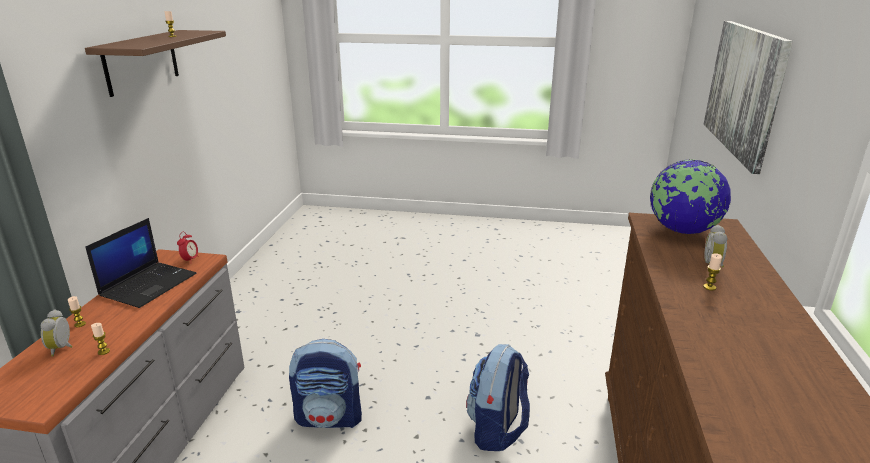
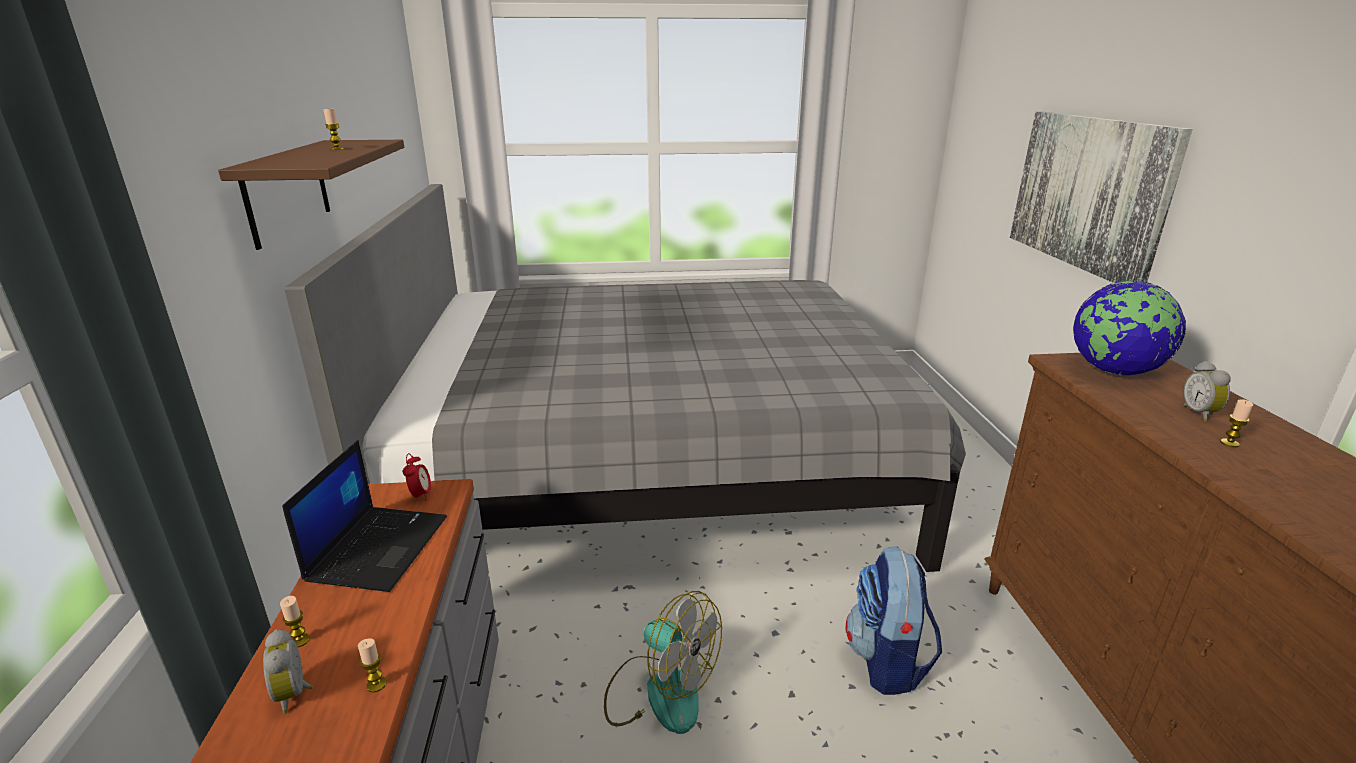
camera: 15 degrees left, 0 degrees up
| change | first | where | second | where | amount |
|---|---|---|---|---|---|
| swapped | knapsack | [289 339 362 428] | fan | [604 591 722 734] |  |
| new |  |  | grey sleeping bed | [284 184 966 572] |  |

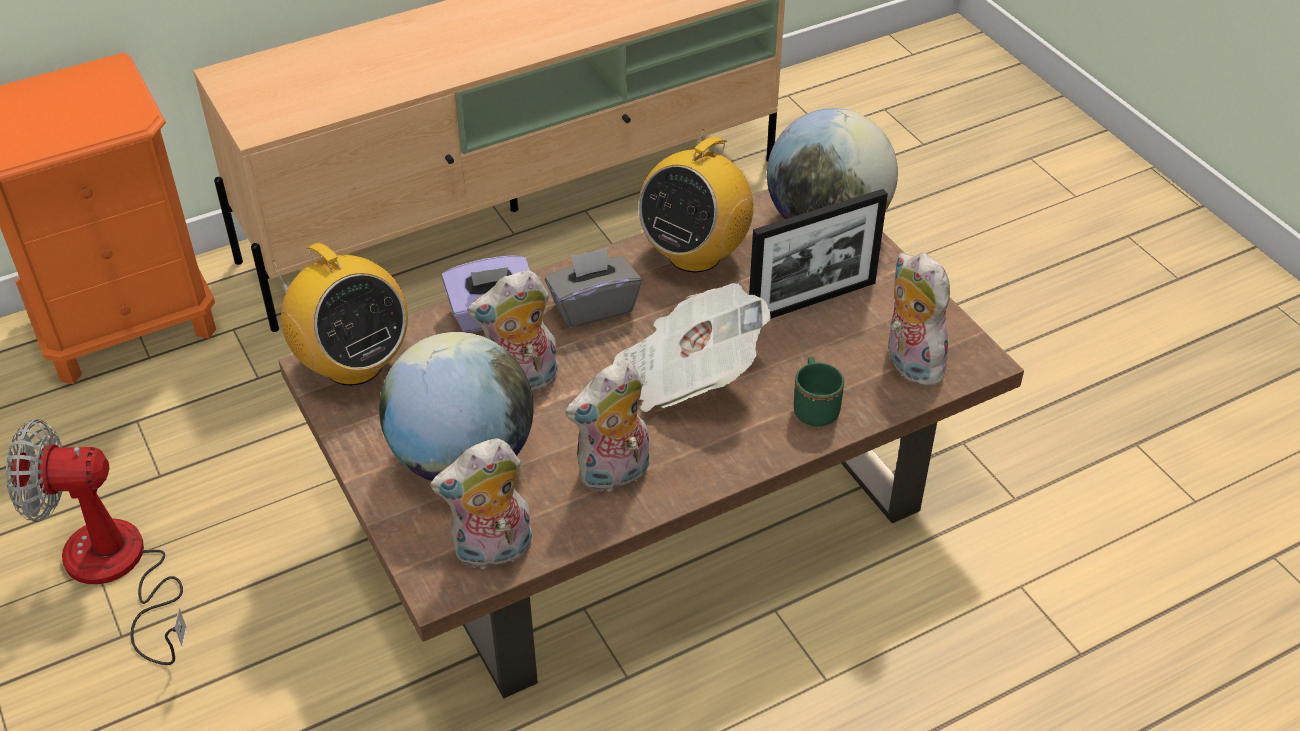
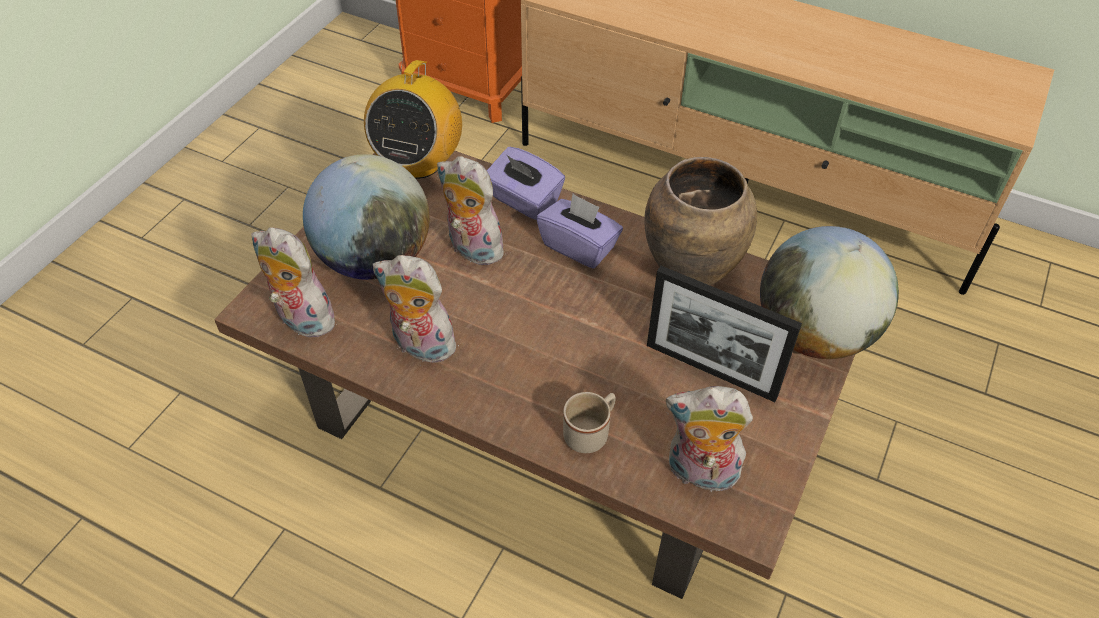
camera: 55 degrees right, 5 degrees up
| change | first | where | second | where | amount |
|---|---|---|---|---|---|
| swapped | radio set | [638 129 753 273] | brown flower vase | [644 157 757 285] |  |
| repainted | grey box of tissues | [545 248 642 328] | purple box of tissues | [537 193 623 269] |  |
| rotated | soft toy | [889 252 951 386] |  | [666 386 753 492] | 105 degrees counterclockwise |
| gone | daily paper | [613 283 771 412] |  |  |  |
| repainted | green coffee mug | [794 357 844 426] | beige coffee mug | [563 392 616 453] |  |
| gone | fan | [6 419 187 665] |  |  |  |

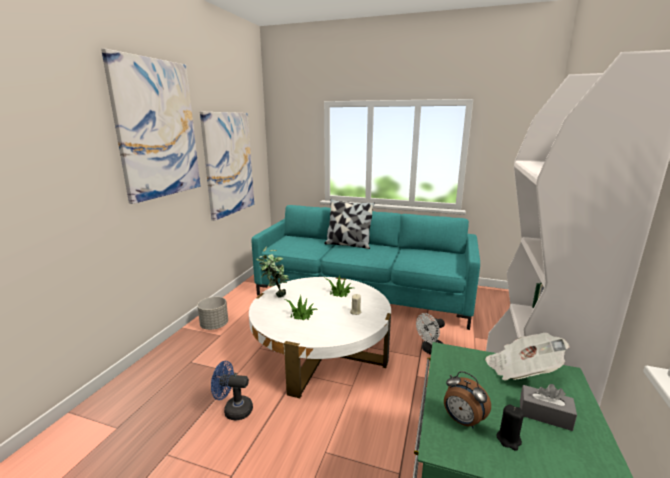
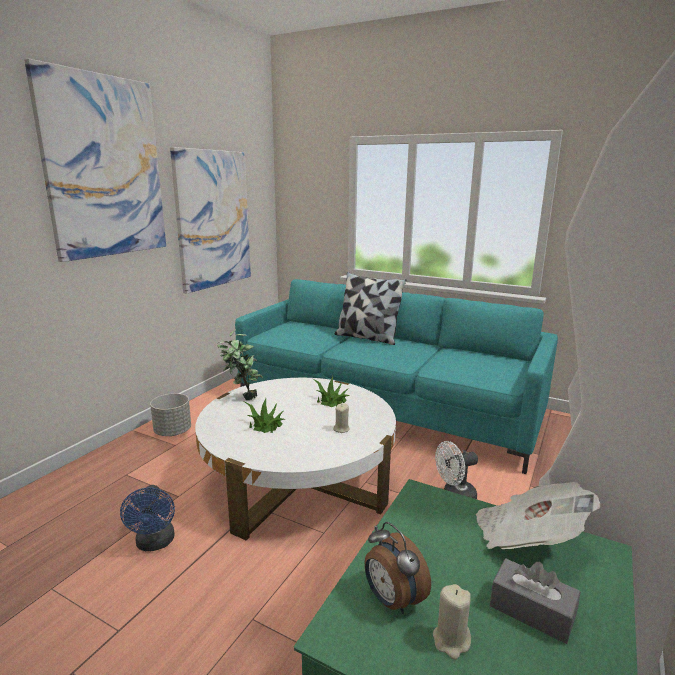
camera: 10 degrees right, 0 degrees up
| change | first | where | second | where | amount |
|---|---|---|---|---|---|
| rotated | blue fan | [211 361 253 420] |  | [120 485 175 551] | 120 degrees counterclockwise |
| repainted | black-coloured candle | [497 404 524 451] | beige candle | [433 584 471 660] |  |

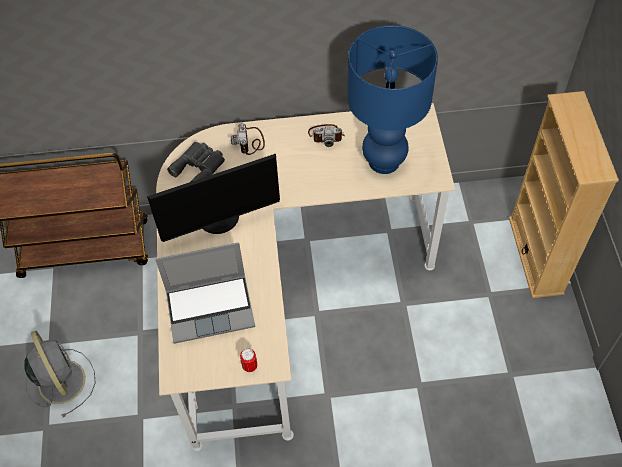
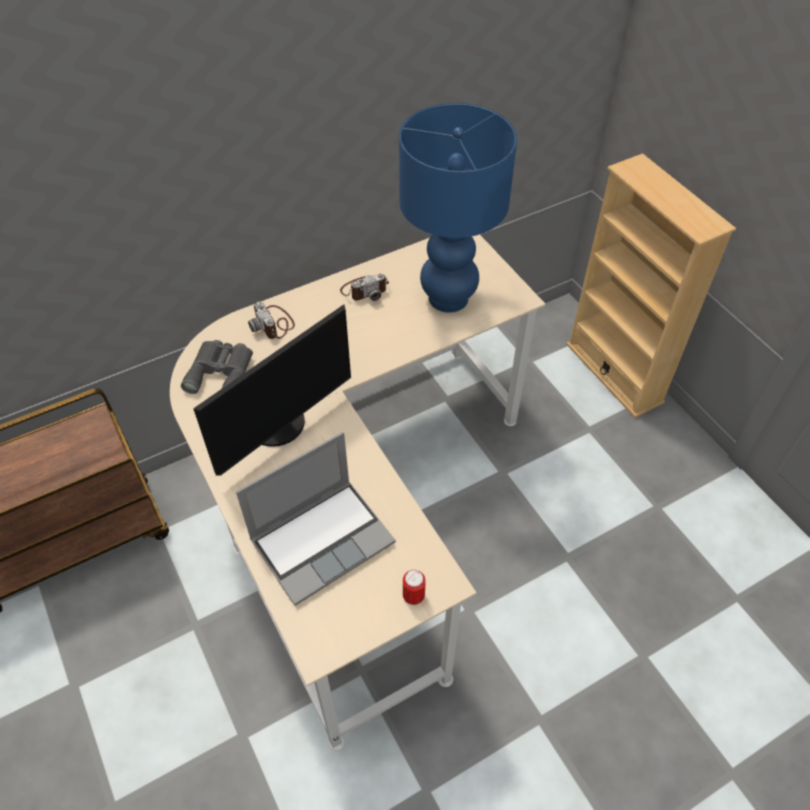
camera: 25 degrees left, 5 degrees down
| change | first | where | second | where | amount |
|---|---|---|---|---|---|
| gone | grey fan | [24 330 96 418] |  |  |  |

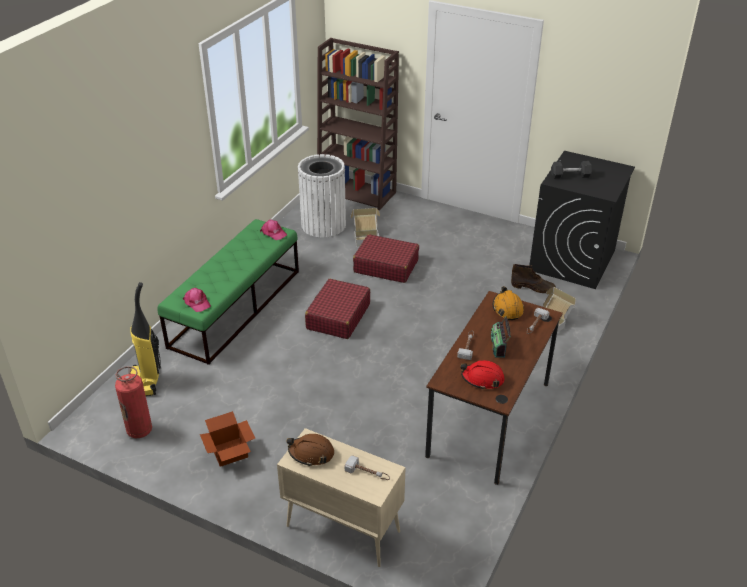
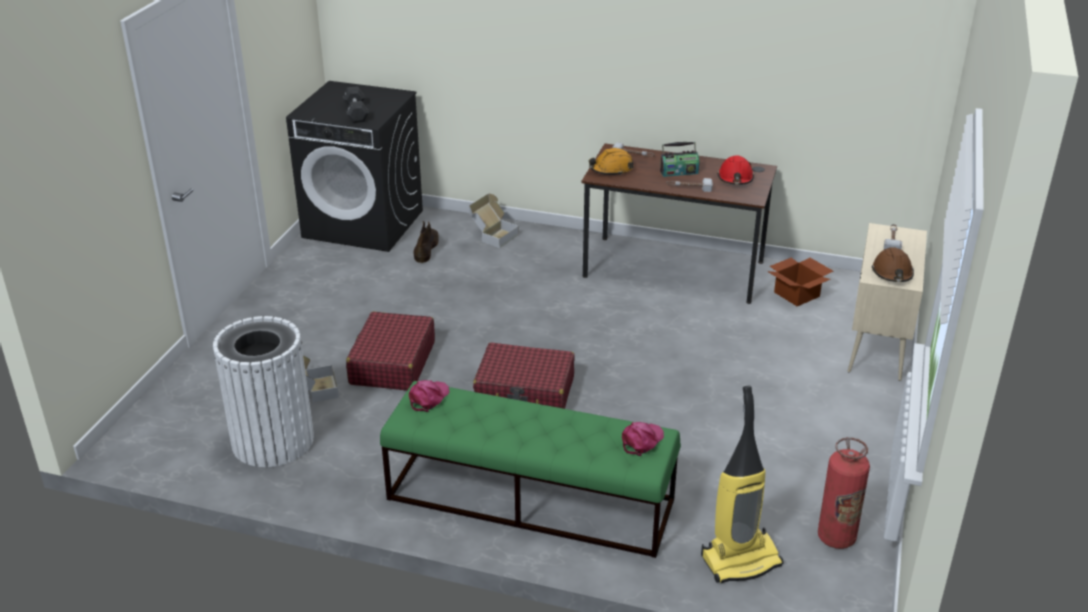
camera: 100 degrees left, 5 degrees down
| change | first | where | second | where | amount |
|---|---|---|---|---|---|
| gone | brown bookshelf | [317 38 399 210] |  |  |  |
| shifted | carton | [200 411 255 467] |  | [767 258 833 306] |  |

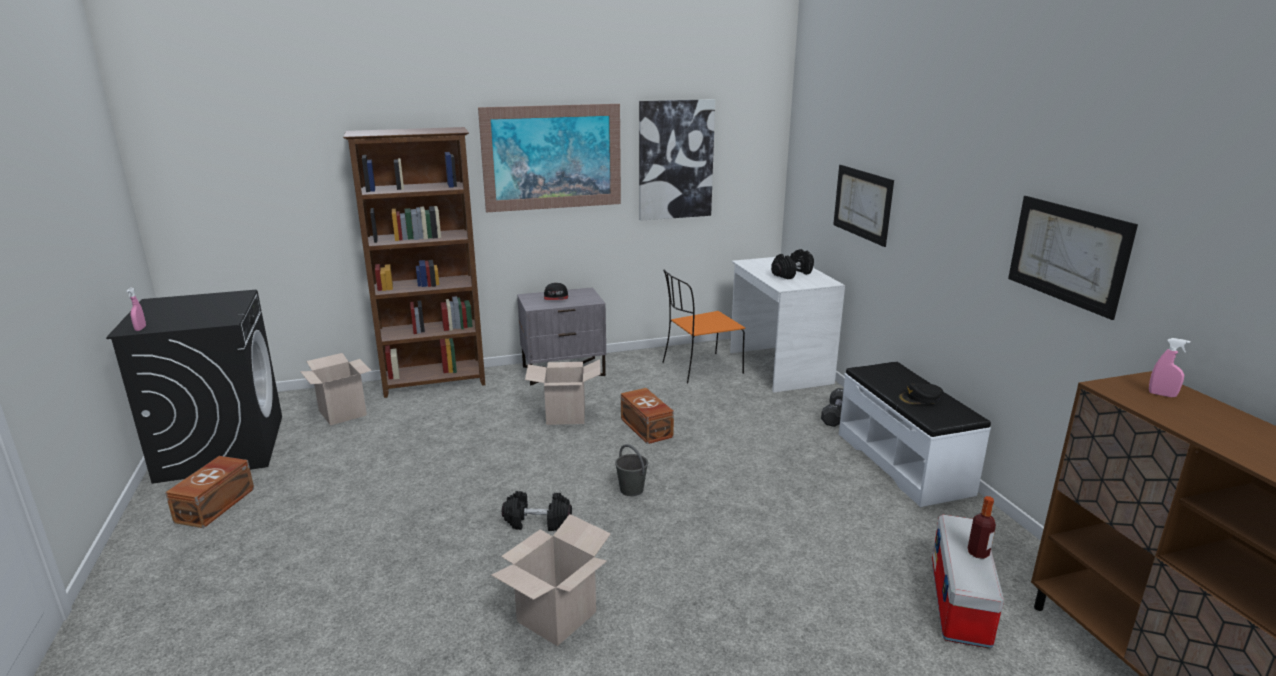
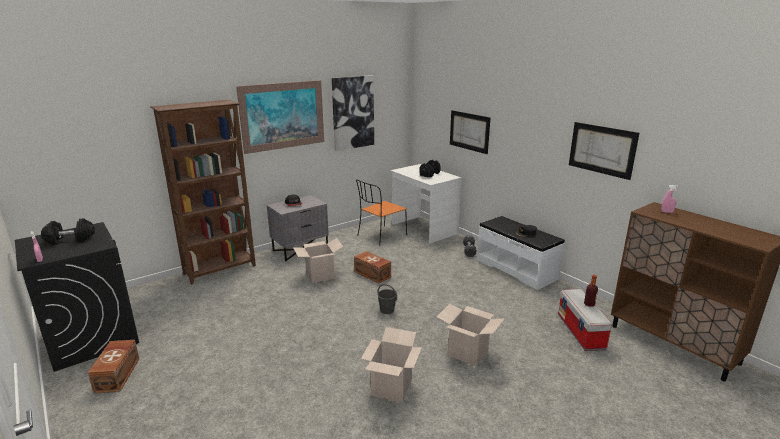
camera: 20 degrees left, 0 degrees up
| change | first | where | second | where | amount |
|---|---|---|---|---|---|
| shifted | carton | [300 353 372 426] |  | [437 304 505 367] |  |
| shifted | black-coloured free weight | [502 491 572 531] |  | [41 218 95 245] |  |

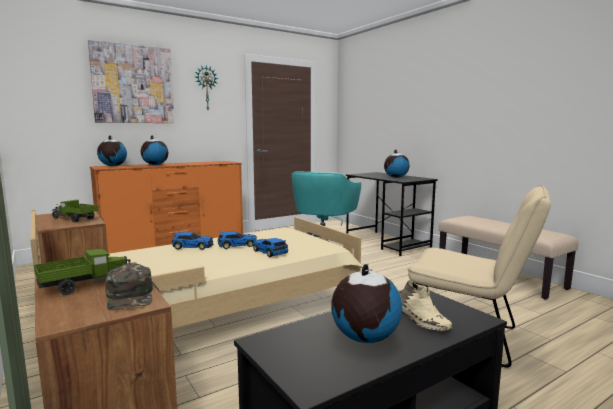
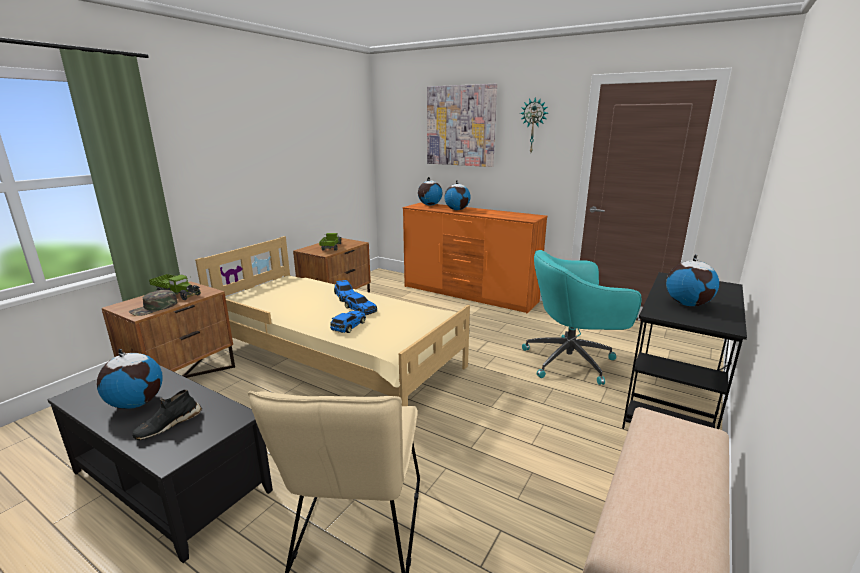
camera: 65 degrees right, 10 degrees up
| change | first | where | second | where | amount |
|---|---|---|---|---|---|
| repainted | beige item of footwear | [400 280 452 330] | black-coloured item of footwear | [132 390 202 440] |  |

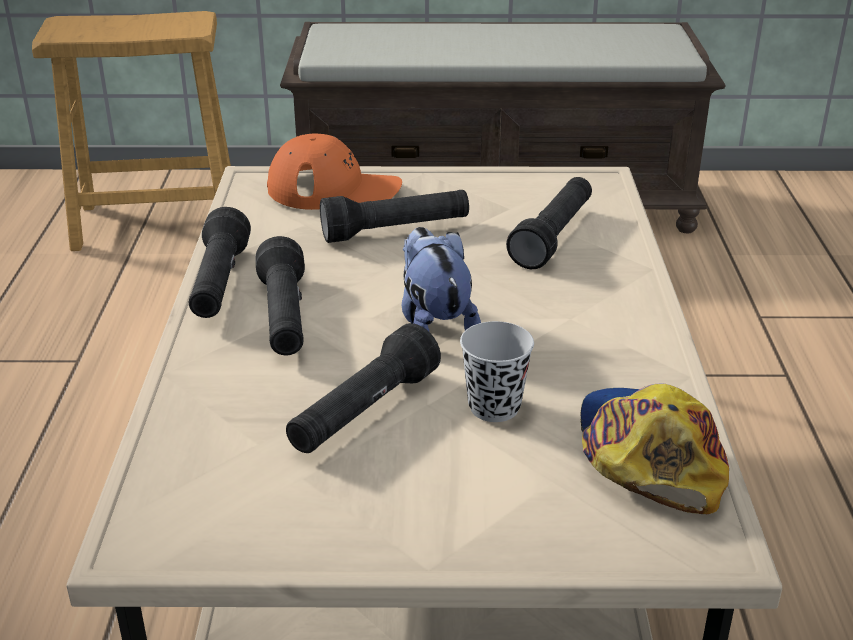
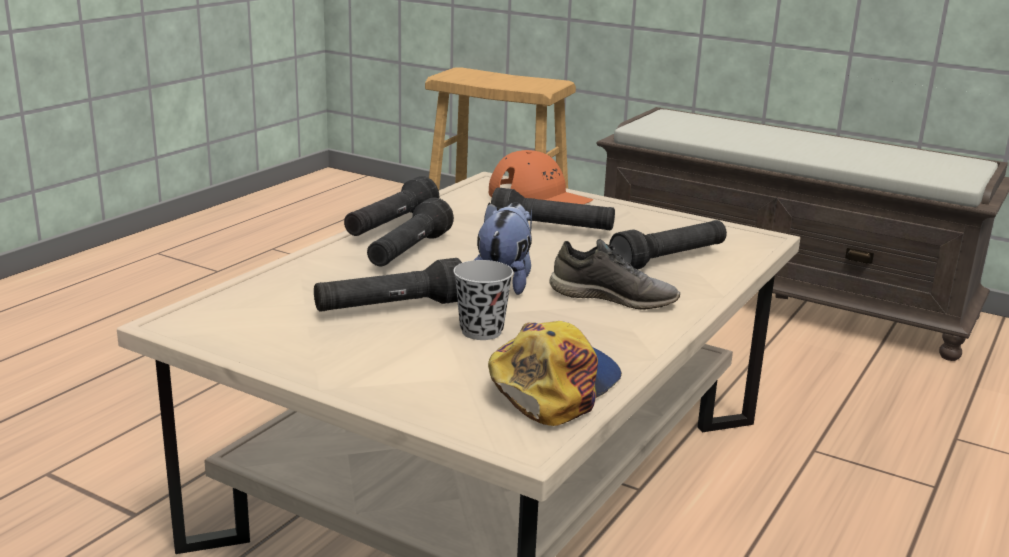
camera: 30 degrees right, 10 degrees down
| change | first | where | second | where | amount |
|---|---|---|---|---|---|
| new |  |  | grey item of footwear | [549 239 680 310] |  |

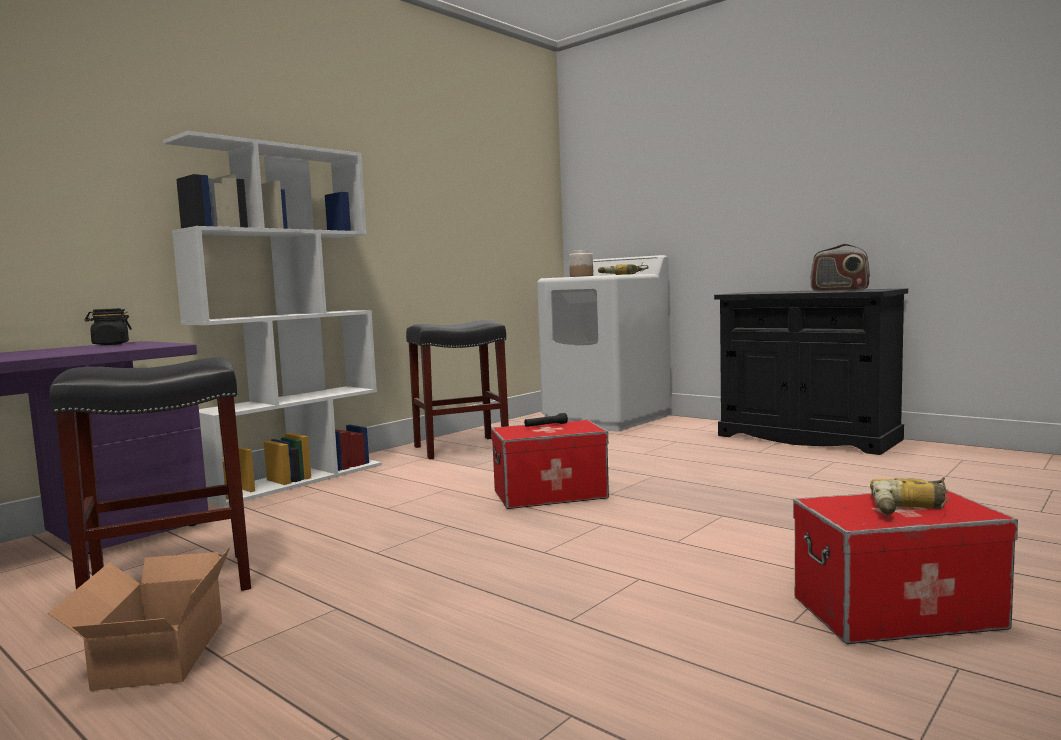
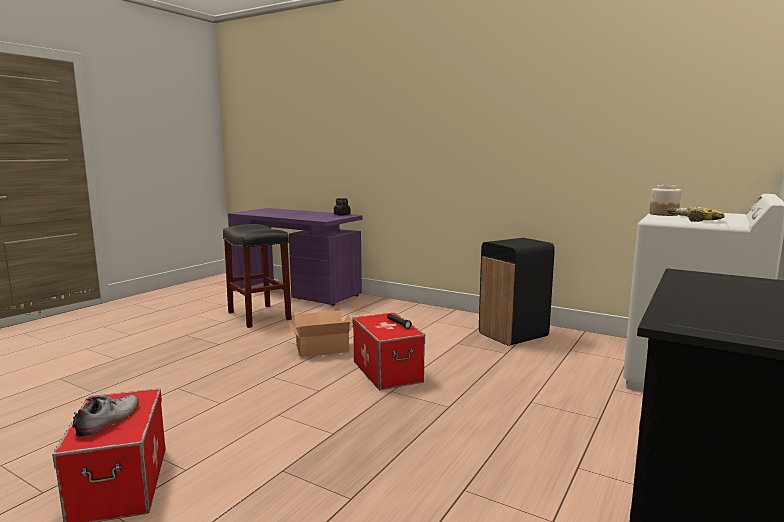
camera: 80 degrees right, 5 degrees up
| change | first | where | second | where | amount |
|---|---|---|---|---|---|
| gone | whitish bookshelf | [163 131 382 507] |  |  |  |
| gone | radio set | [811 244 870 292] |  |  |  |
| swapped | black-coloured stool | [406 320 509 459] | black-coloured trash can | [479 238 555 346] |  |
| swapped | drill | [870 477 949 515] | item of footwear | [72 395 139 437] |  |
| shifted | carton | [47 547 230 691] |  | [288 311 353 357] |  |

